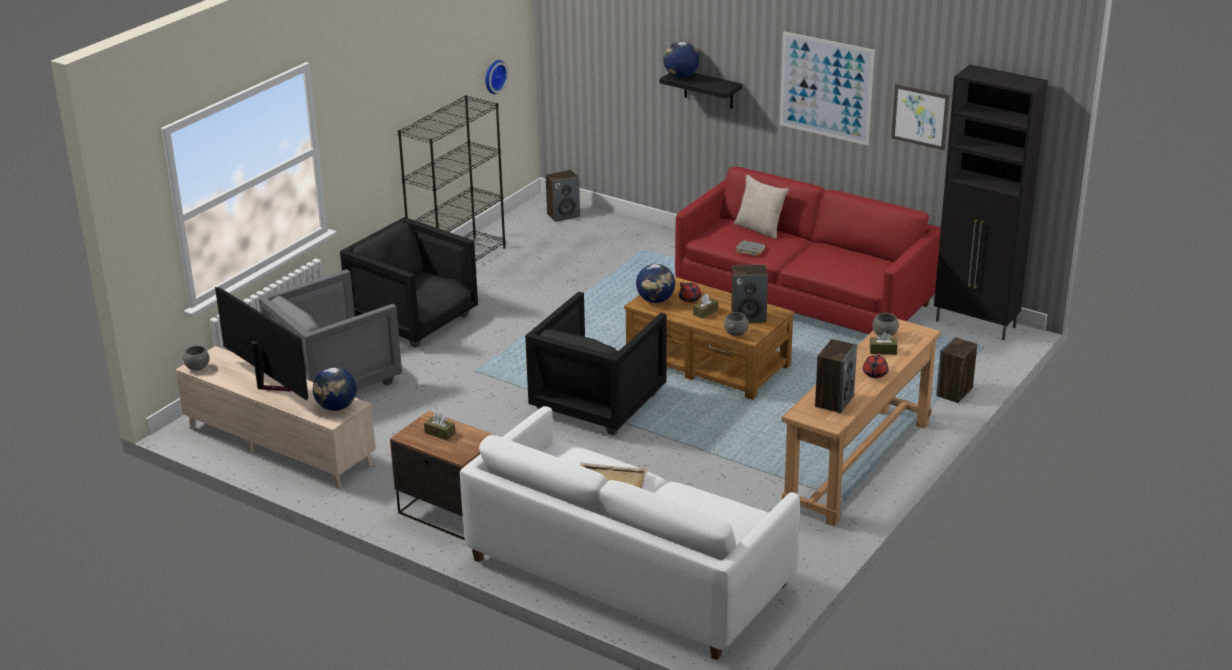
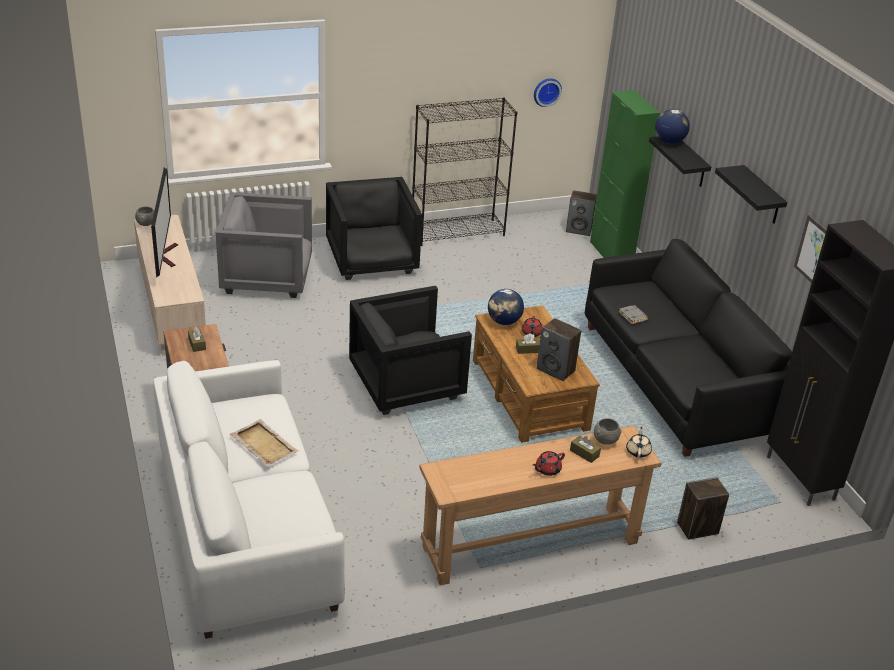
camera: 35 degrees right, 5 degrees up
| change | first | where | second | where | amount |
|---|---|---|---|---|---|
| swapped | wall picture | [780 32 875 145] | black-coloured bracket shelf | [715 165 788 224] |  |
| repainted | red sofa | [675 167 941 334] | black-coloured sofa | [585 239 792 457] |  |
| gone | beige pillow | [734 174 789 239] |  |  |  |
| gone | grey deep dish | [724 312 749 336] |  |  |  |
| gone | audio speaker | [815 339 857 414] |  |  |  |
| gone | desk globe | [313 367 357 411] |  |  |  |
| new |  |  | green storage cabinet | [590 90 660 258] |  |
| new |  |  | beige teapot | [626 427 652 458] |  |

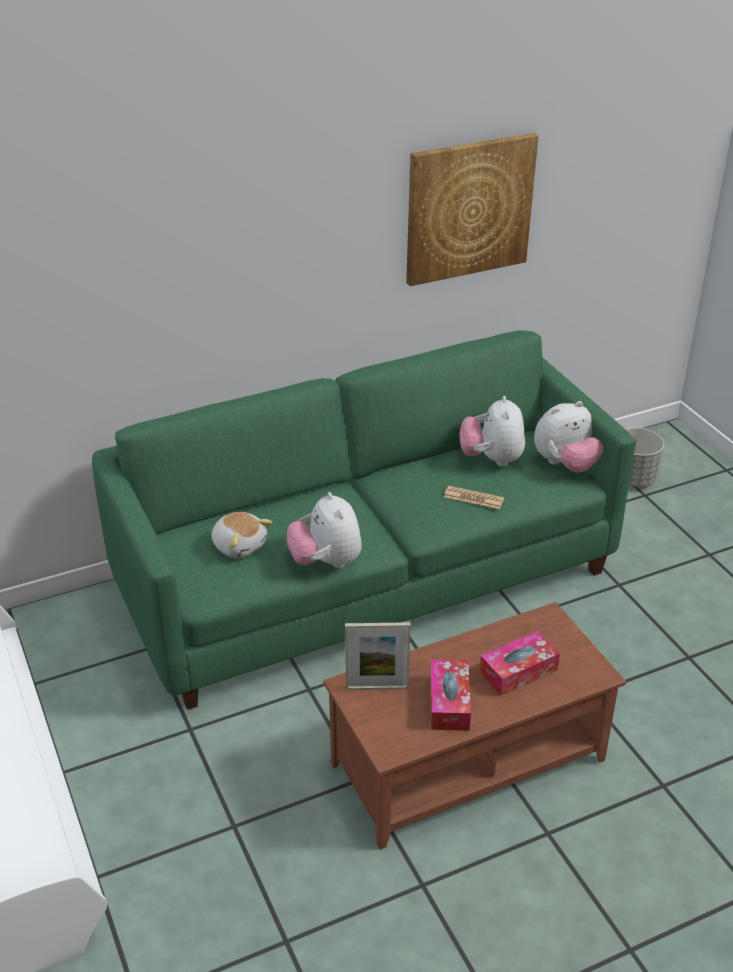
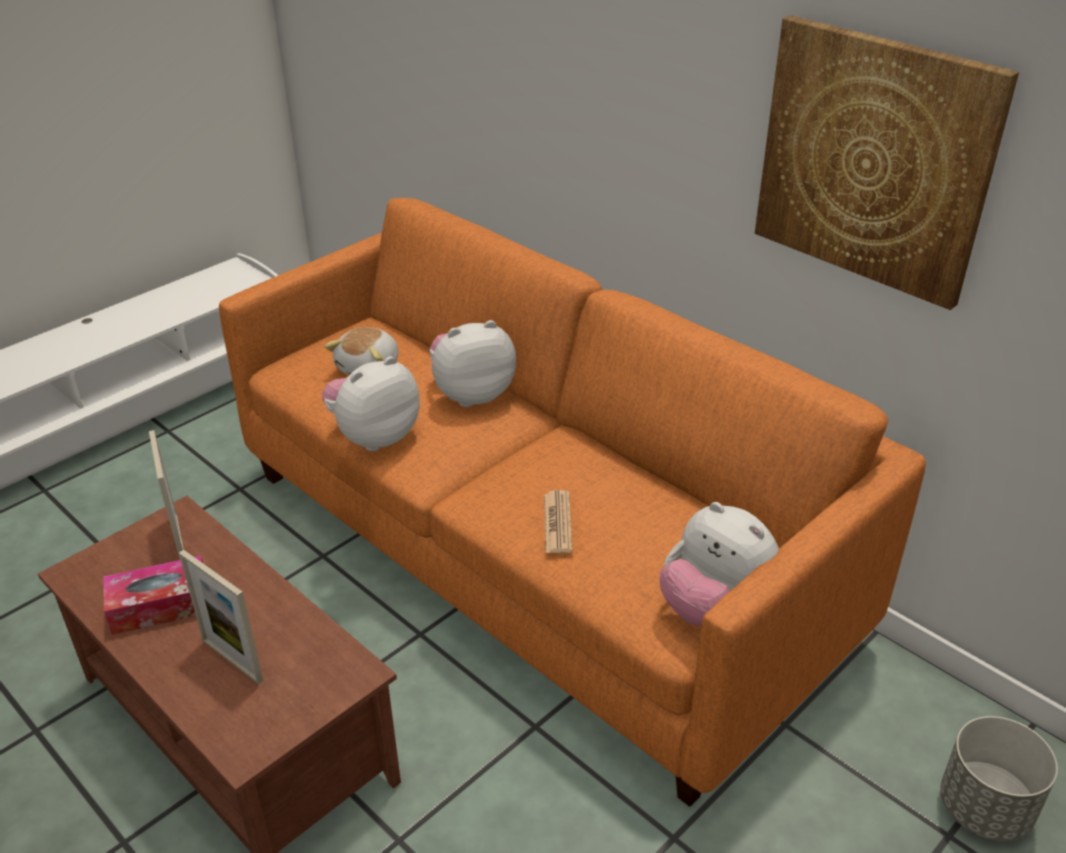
camera: 70 degrees right, 0 degrees up
| change | first | where | second | where | amount |
|---|---|---|---|---|---|
| repainted | green sofa | [92 330 636 710] | orangey sofa | [219 198 926 807] |  |
| shifted | soft toy | [460 396 525 466] |  | [430 320 516 407] |  |
| swapped | box of tissues | [480 631 560 696] | photo frame | [179 550 263 684] |  |

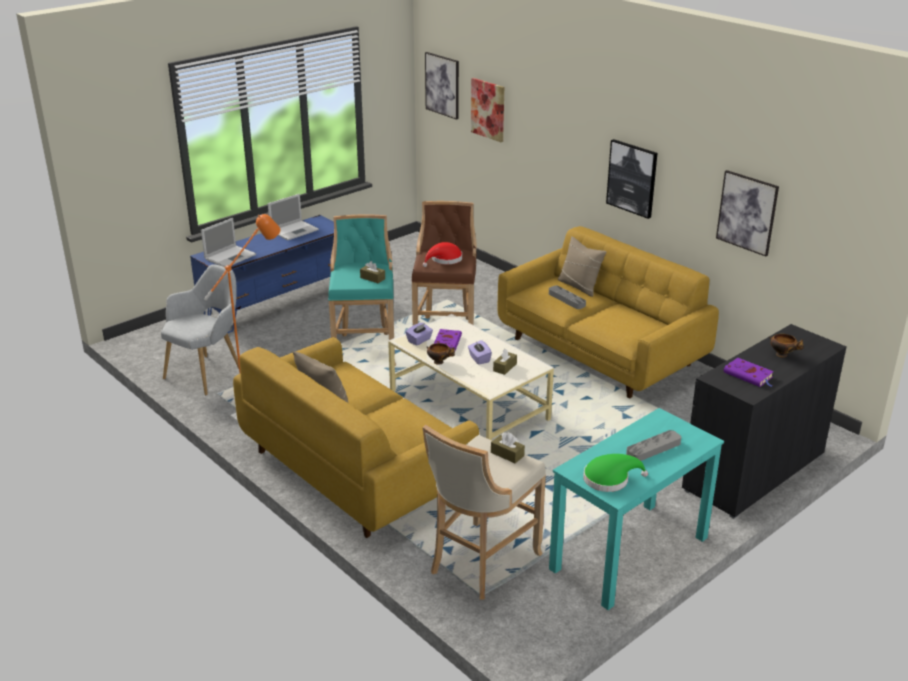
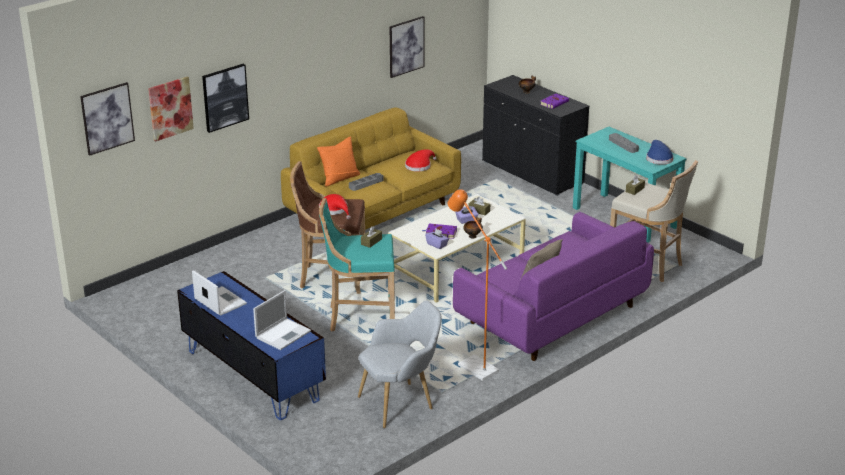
camera: 90 degrees left, 0 degrees up
| change | first | where | second | where | amount |
|---|---|---|---|---|---|
| shifted | wall picture | [606 139 657 219] |  | [202 64 249 133] |  |
| rotated | portable computer | [201 218 256 267] |  | [253 290 311 350] | 90 degrees clockwise |
| repainted | beige pillow | [558 236 606 297] | orangey pillow | [317 136 360 187] |  |
| rotated | grey lounge chair | [161 264 239 395] |  | [358 300 442 428] | 120 degrees clockwise |
| repainted | yellowish sofa | [233 337 479 538] | purple sofa | [453 212 654 361] |  |
| repainted | green clothing hat | [583 454 648 492] | blue clothing hat | [646 140 673 165] |  |
| new |  |  | red clothing hat | [405 149 437 172] |  |

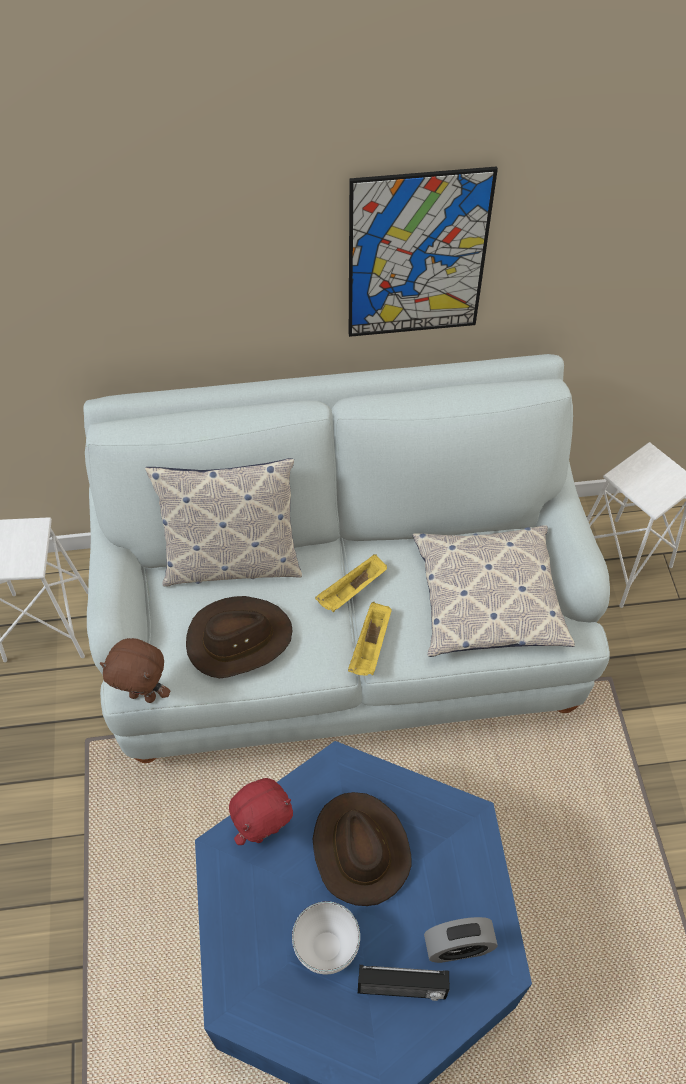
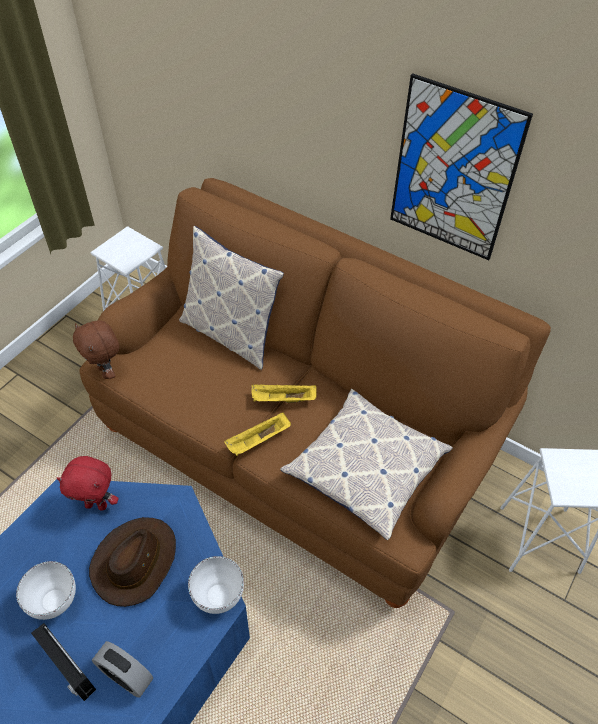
camera: 40 degrees right, 5 degrees down
| change | first | where | second | where | amount |
|---|---|---|---|---|---|
| repainted | whitish sofa | [83 354 610 763] | brown sofa | [80 178 551 608] |  |
| gone | brown clothing hat | [186 596 293 678] |  |  |  |
| new |  |  | whitish deep dish | [188 556 244 614] |  |

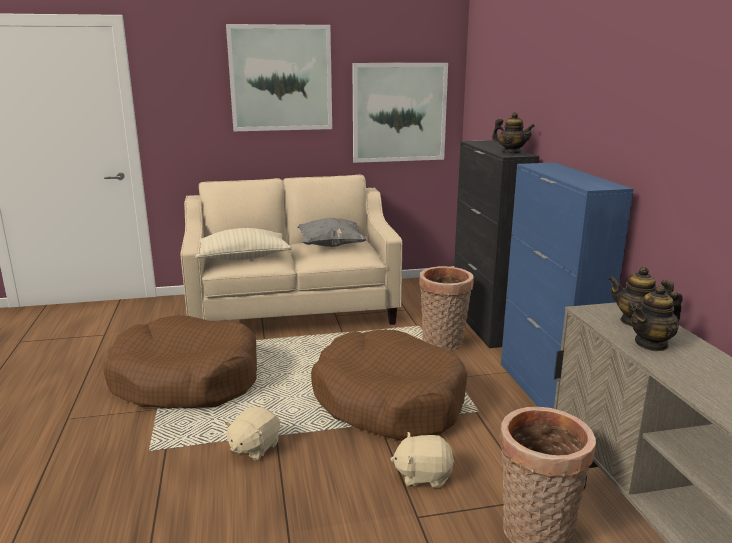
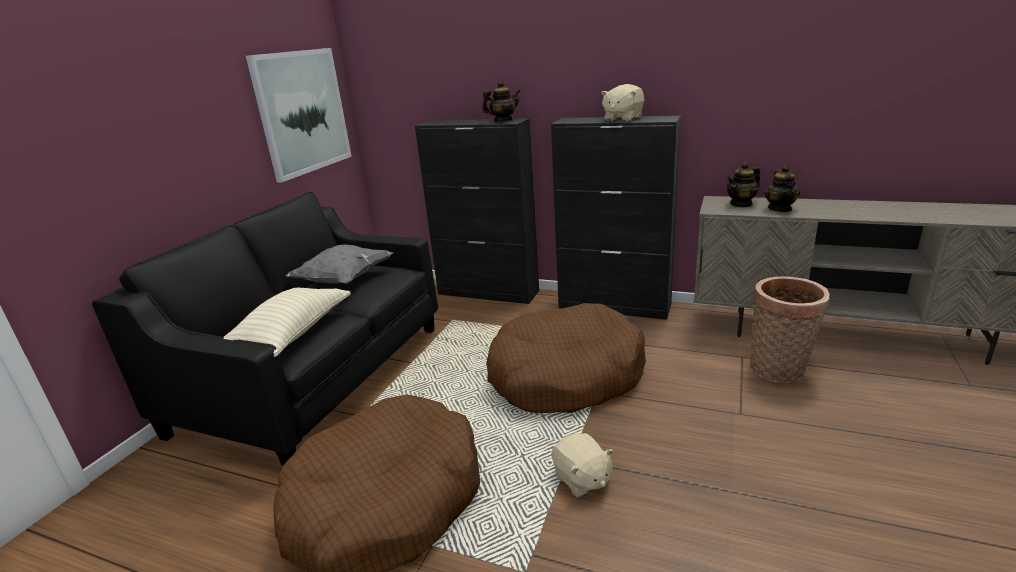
camera: 55 degrees left, 5 degrees up
| change | first | where | second | where | amount |
|---|---|---|---|---|---|
| gone | wall picture | [226 24 332 131] |  |  |  |
| repainted | blue storage cabinet | [501 163 633 409] | black-coloured storage cabinet | [551 115 681 320] |  |
| repainted | beige sofa | [181 175 402 325] | black-coloured sofa | [92 192 438 467] |  |
| gone | basket | [419 266 473 350] |  |  |  |
| shifted | beige soft toy | [390 432 454 488] |  | [601 84 644 122] |  |

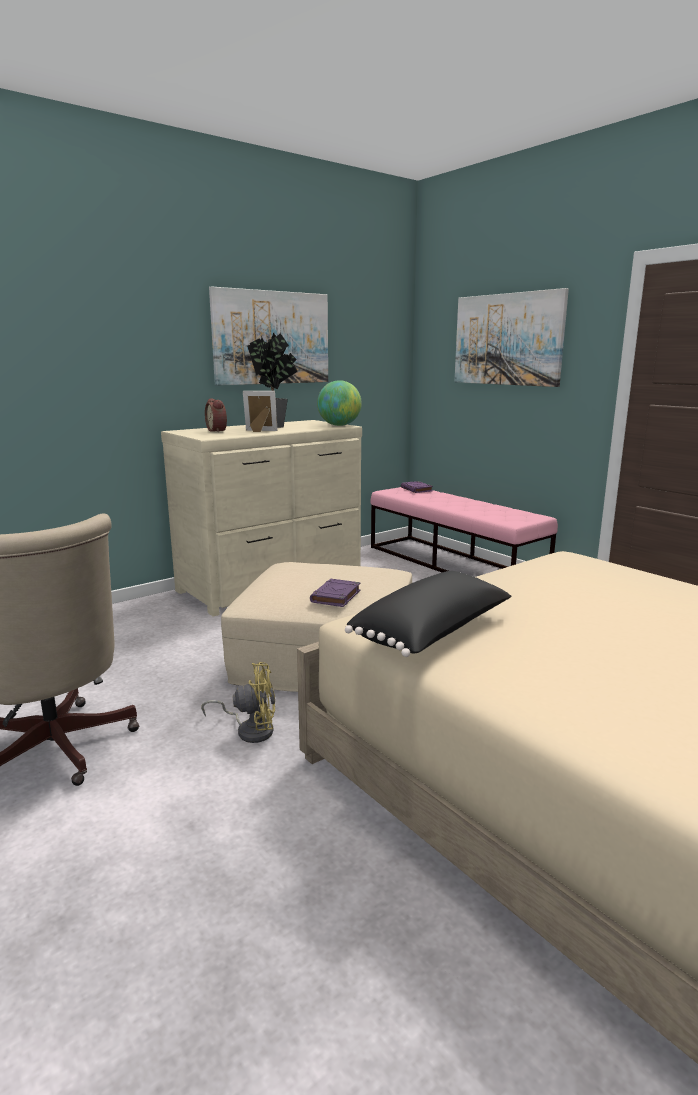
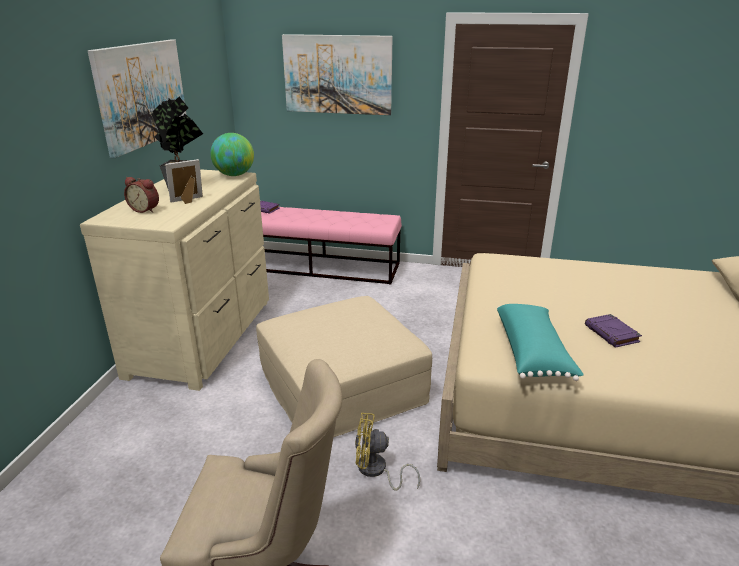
camera: 40 degrees left, 10 degrees up
| change | first | where | second | where | amount |
|---|---|---|---|---|---|
| repainted | black-coloured pillow | [345 571 512 657] | blue-green pillow | [497 304 584 381] |  |
| shifted | purple volume | [310 579 360 607] |  | [585 314 642 348] |  |
| rotated | yellowish fan | [201 662 275 743] |  | [355 413 420 491] | 135 degrees counterclockwise |

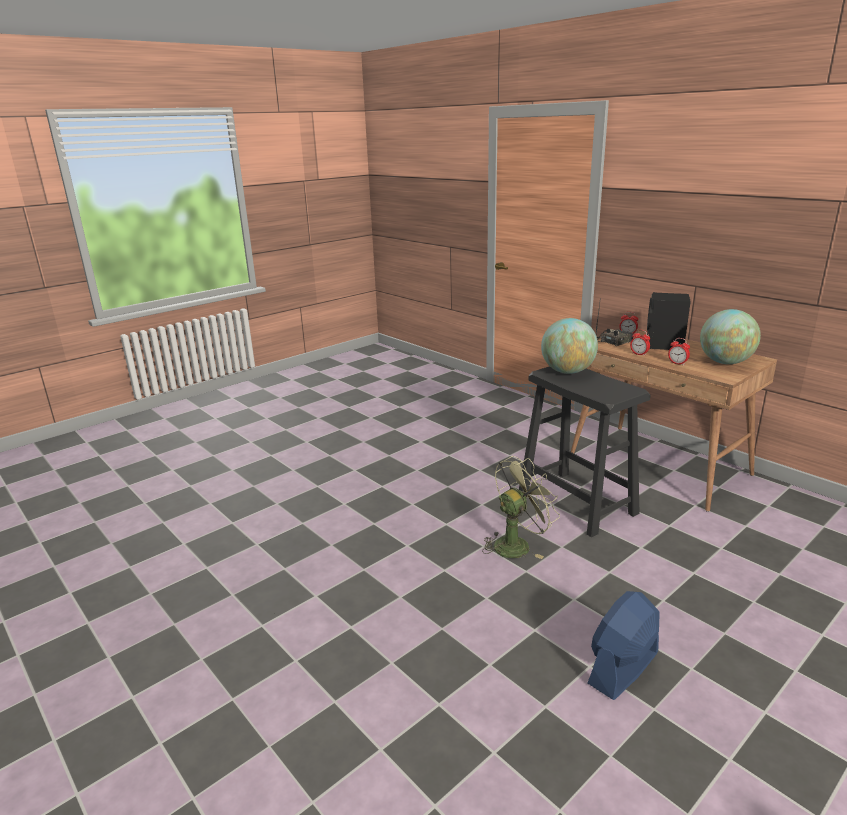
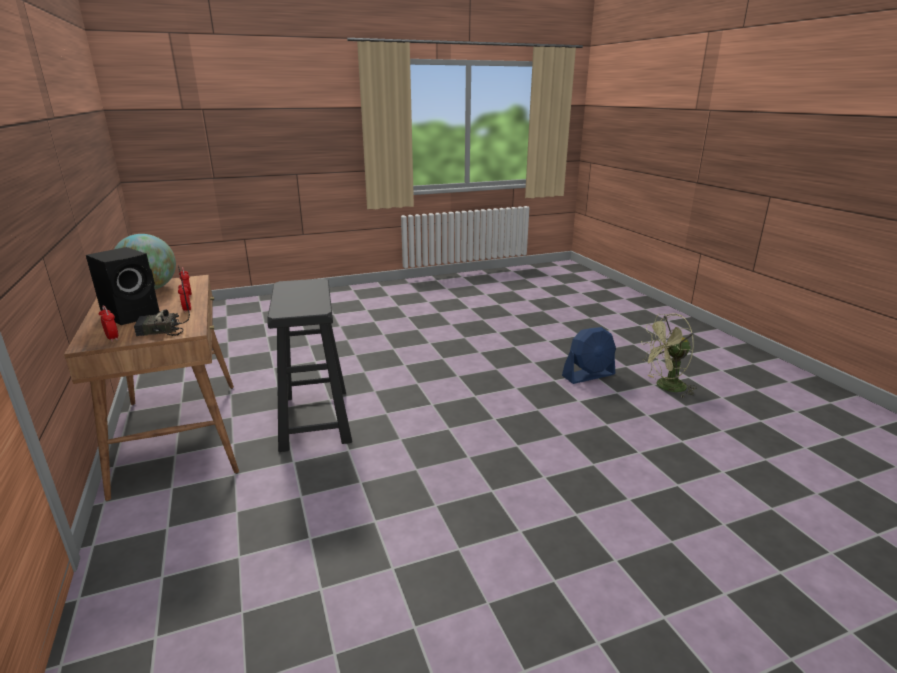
camera: 160 degrees left, 0 degrees up
| change | first | where | second | where | amount |
|---|---|---|---|---|---|
| gone | desk globe | [541 318 598 374] |  |  |  |
| shifted | green fan | [482 456 560 559] |  | [641 313 697 398] |  |
| shifted | blue fan | [588 591 660 700] |  | [562 327 616 384] |  |

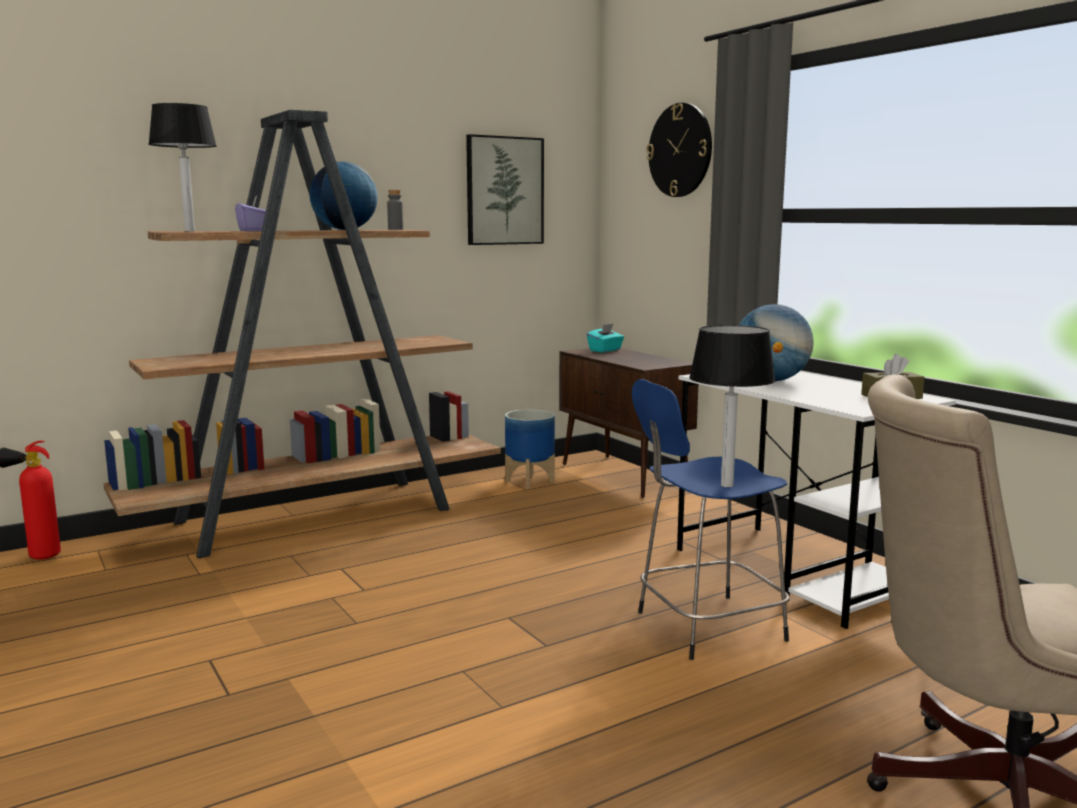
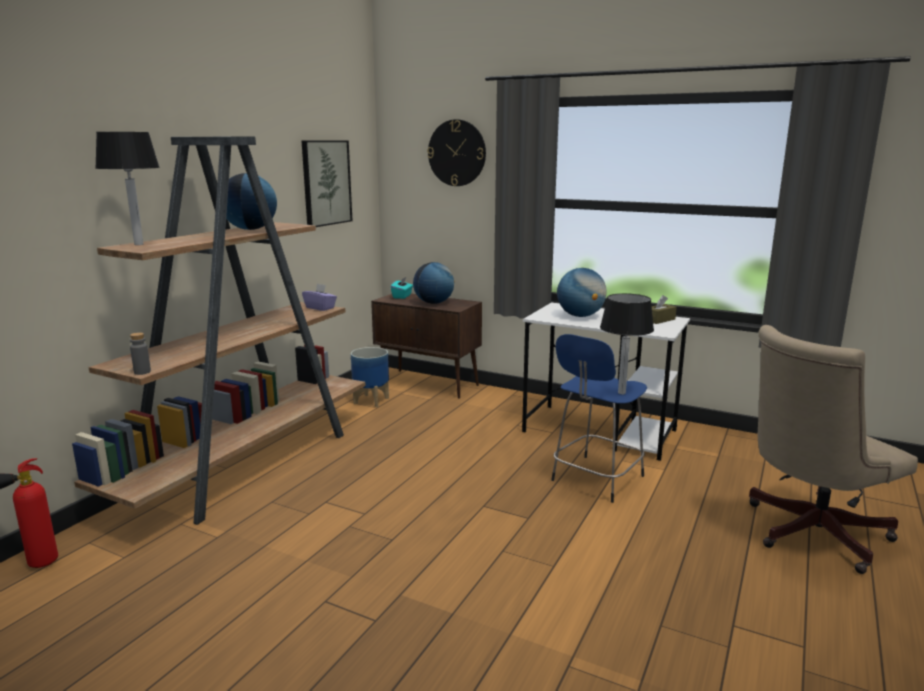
camera: 30 degrees left, 5 degrees up
| change | first | where | second | where | amount |
|---|---|---|---|---|---|
| shifted | grey bottle | [387 190 403 230] |  | [130 332 151 375] |  |
| shifted | purple box of tissues | [235 195 266 231] |  | [302 284 337 311] |  |
| new |  |  | desk globe | [413 262 455 304] |  |

